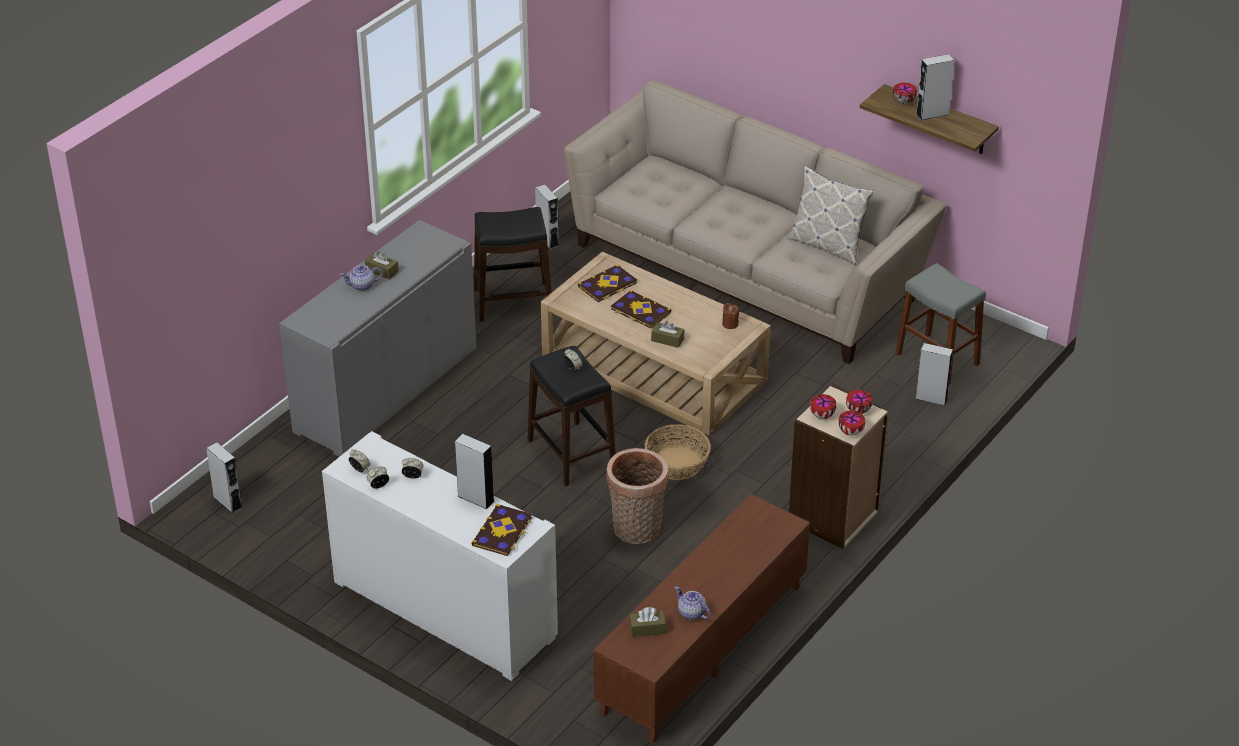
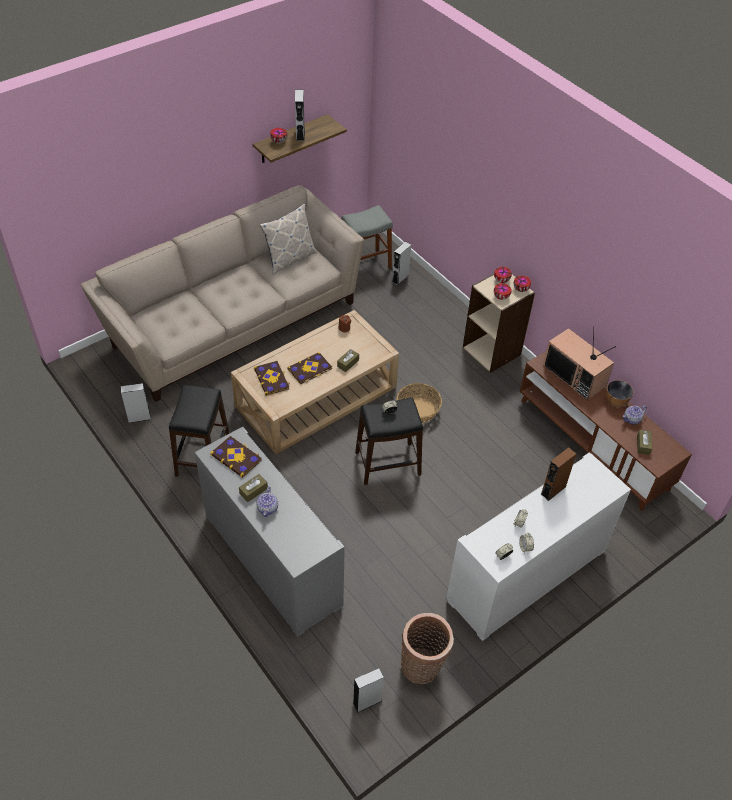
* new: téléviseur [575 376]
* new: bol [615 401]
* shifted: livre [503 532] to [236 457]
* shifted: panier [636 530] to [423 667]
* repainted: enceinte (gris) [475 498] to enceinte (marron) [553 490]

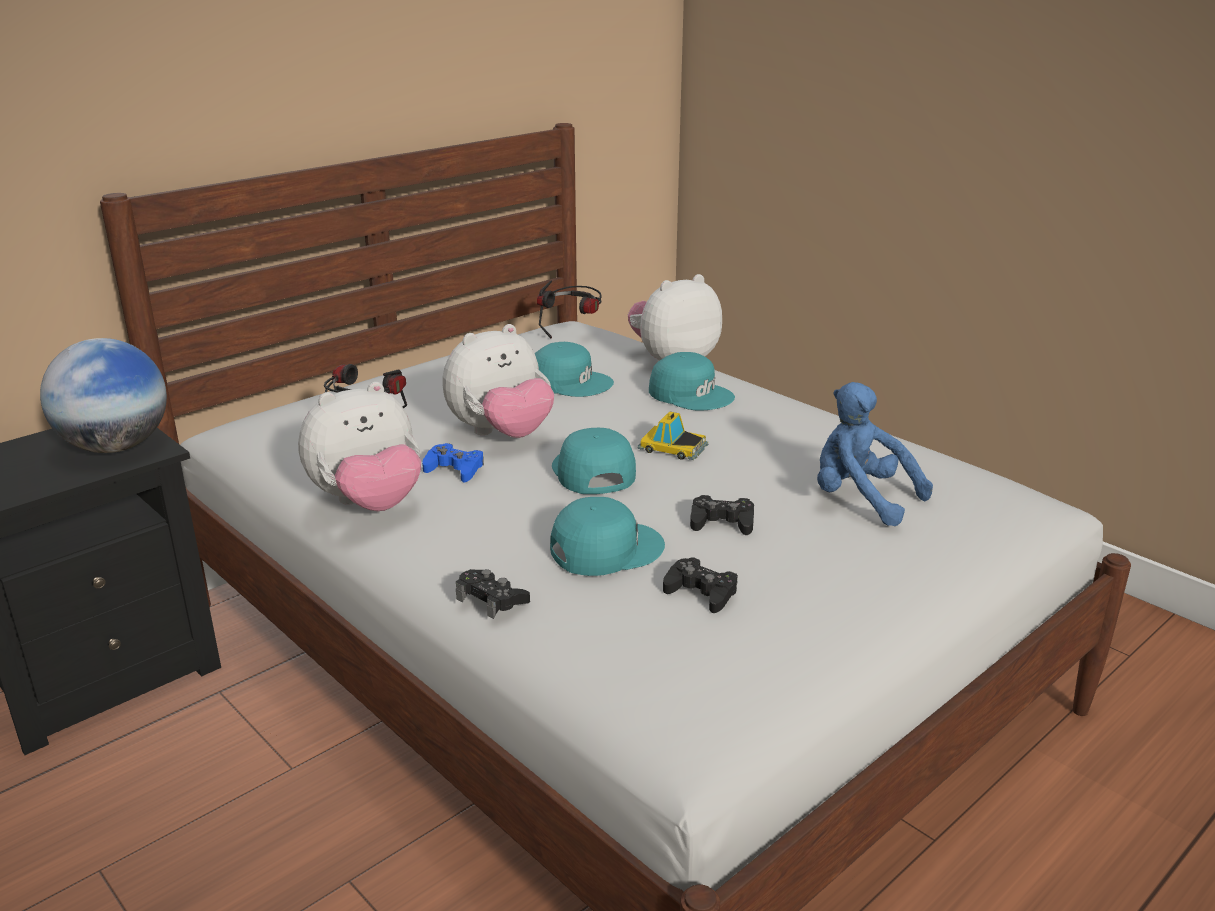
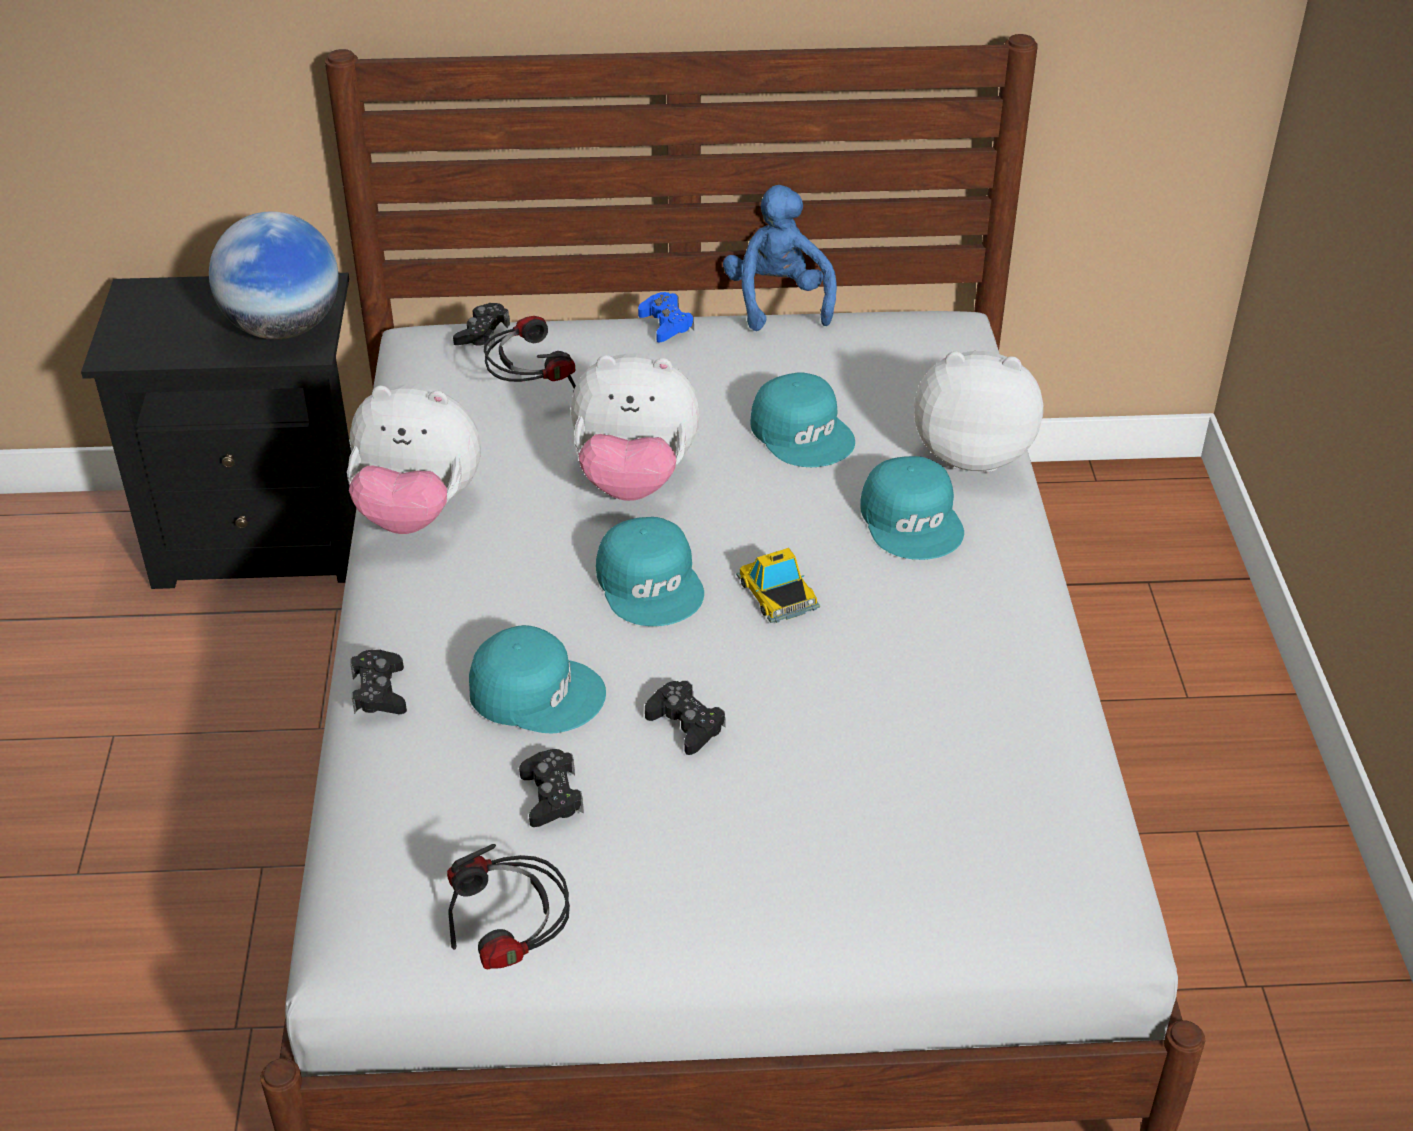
* new: manette (noir) [482 333]
* shifted: manette (bleu) [454 469] to [666 324]
* shifted: casque audio [573 331] to [514 948]
* shifted: peluche (bleu) [860 499] to [778 301]
* rotated: casquette (turquoise) [591 472] = [651 582] 135 degrees clockwise

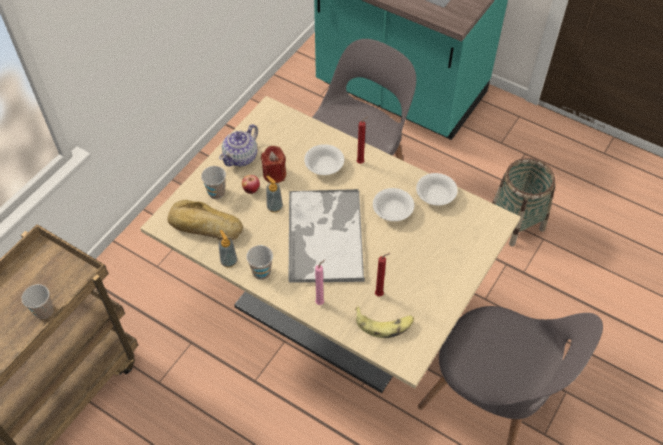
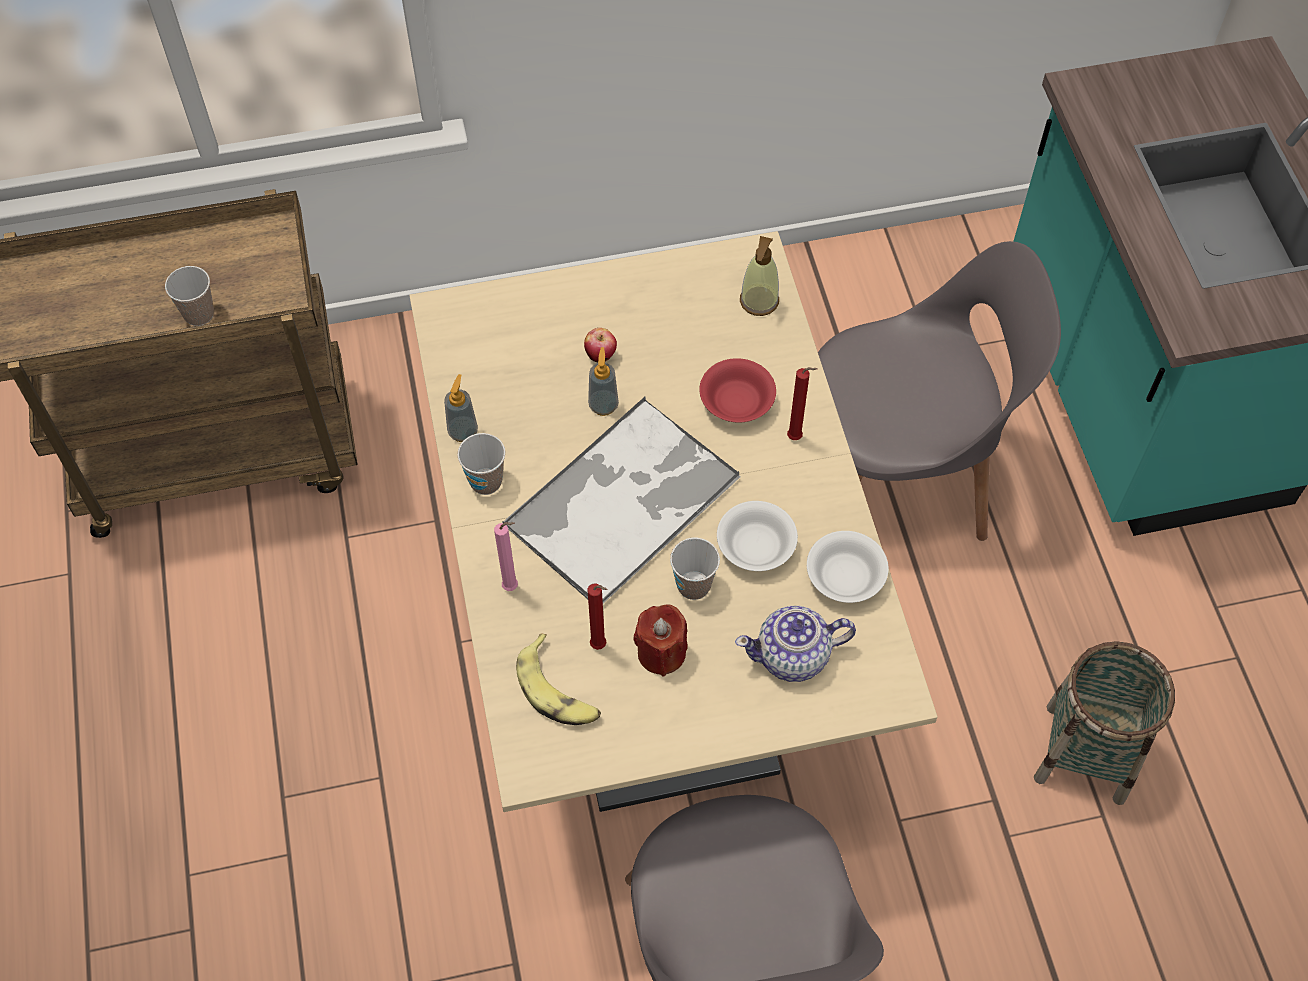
* gone: pain [205 227]
* new: distributeur de savon [759 301]
* shifted: tasse [216 193] to [693 585]
* shifted: théière [241 157] to [793 656]
* shifted: bougie (rouge) [274 174] to [661 652]
* repainted: bol (blanc) [324 166] to bol (rouge) [736 401]

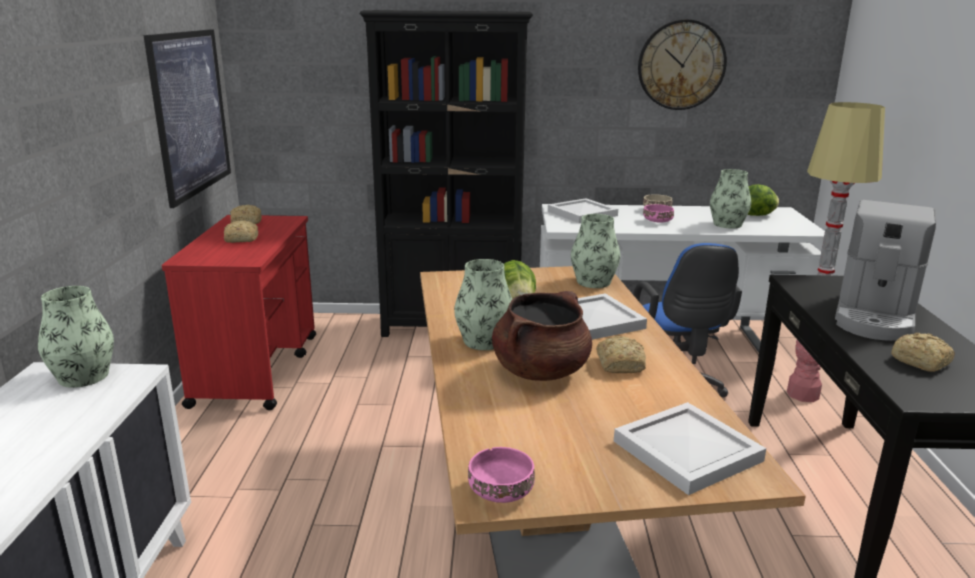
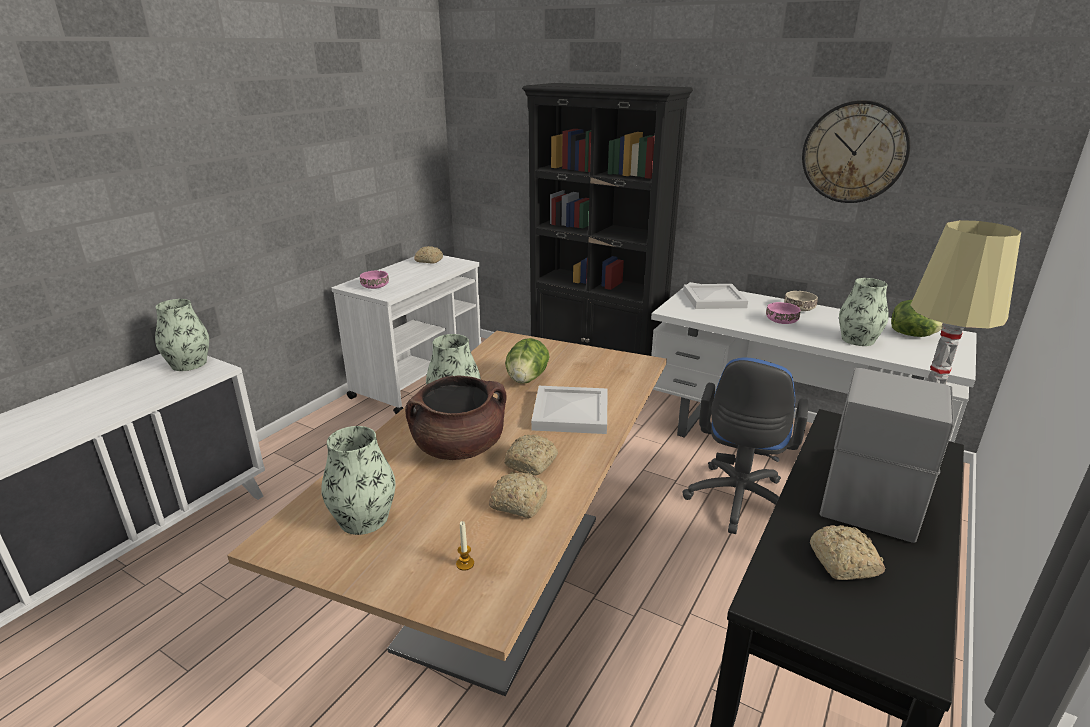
* gone: tableau [191 113]
* shifted: pain [240 239] to [518 503]
* shifted: bol (rose) [500 491] to [374 287]
* shifted: vase [593 282] to [363 518]
* swapped: plateau (blanc) [684 450] to bougie [465 564]
* repainted: chariot (rouge) [257 369] to chariot (blanc) [419 379]
* rotated: machine à café [874 317] = [870 492] 150 degrees clockwise

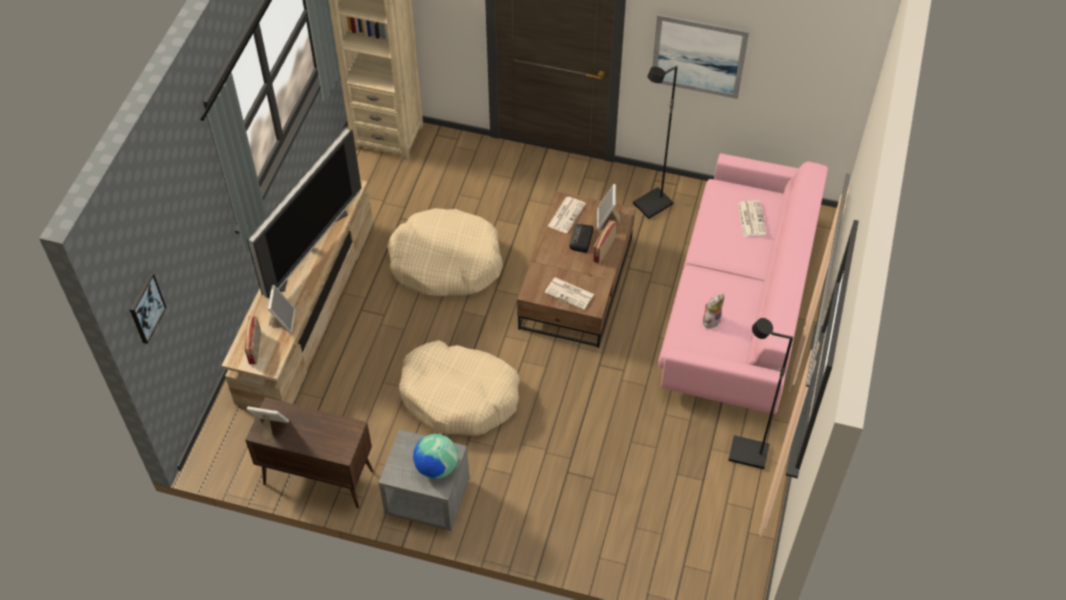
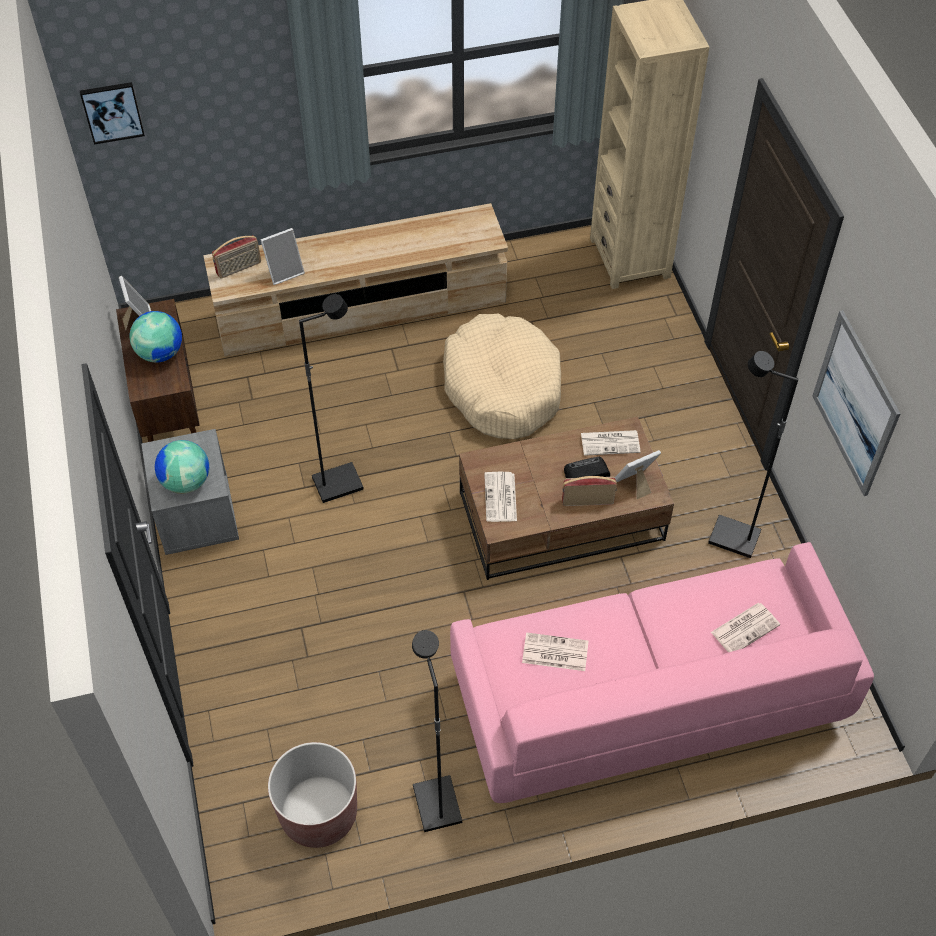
* gone: téléviseur [308 247]
* new: globe [160 353]
* new: cache-pot (marron) [318 813]
* swapped: panier pour chien (beige) [459 396] to lampadaire (noir) [338 483]
* swapped: peluche [711 320] to journal [554 652]

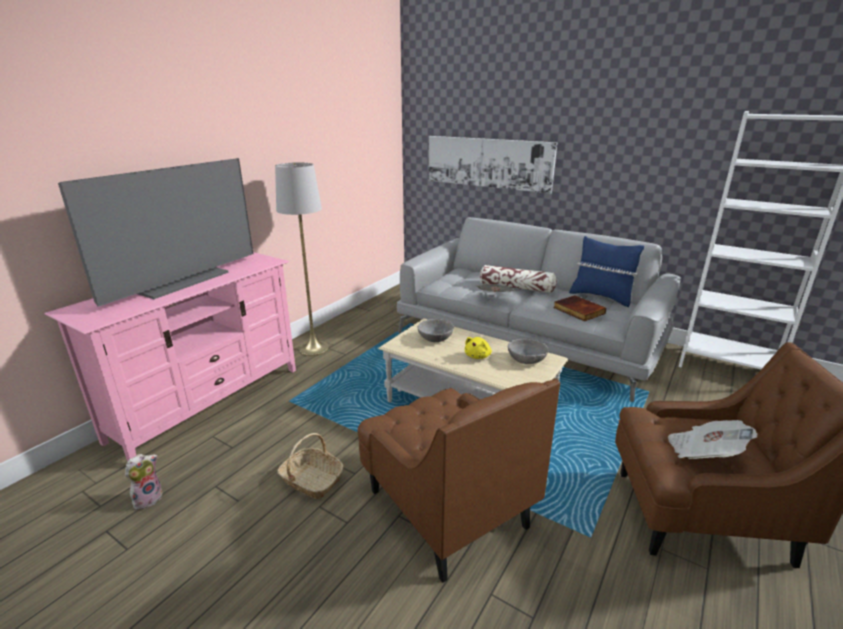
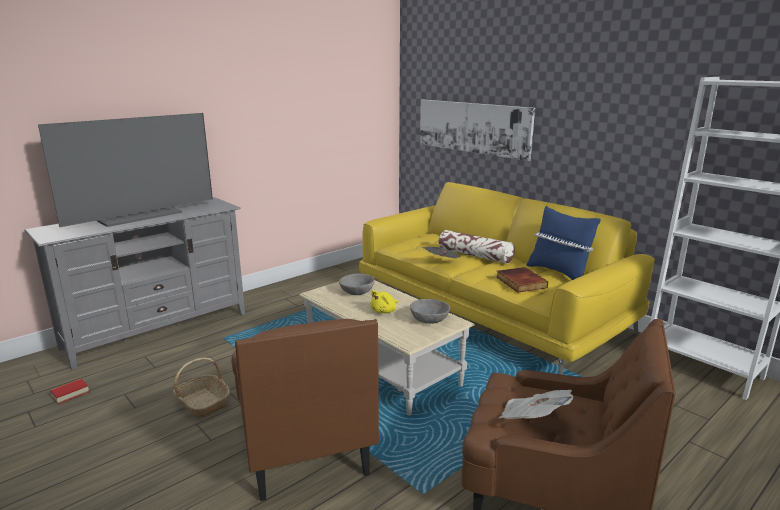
* gone: lampadaire (gris) [314 348]
* swapped: peluche [148 498] to livre [70 394]
* repainted: meuble télé (rose) [209 402] to meuble télé (gris) [157 330]
* repainted: canapé (gris) [528 338] to canapé (jaune) [489 312]

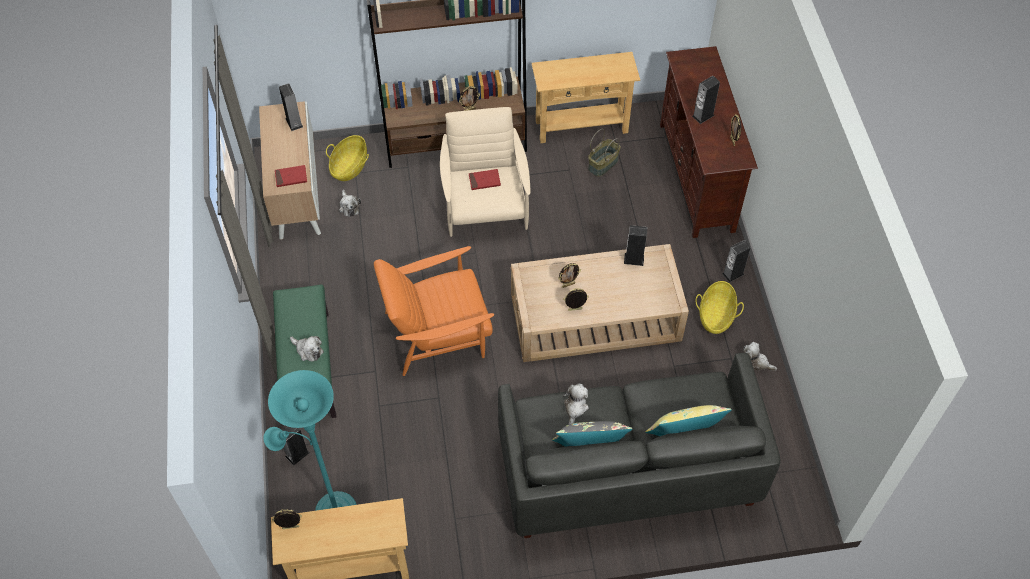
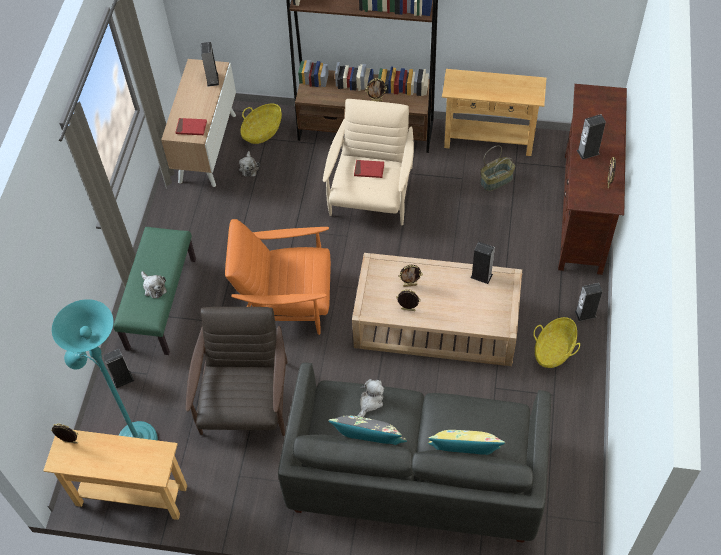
* gone: peluche [756 362]
* new: fauteuil (marron) [245 401]

